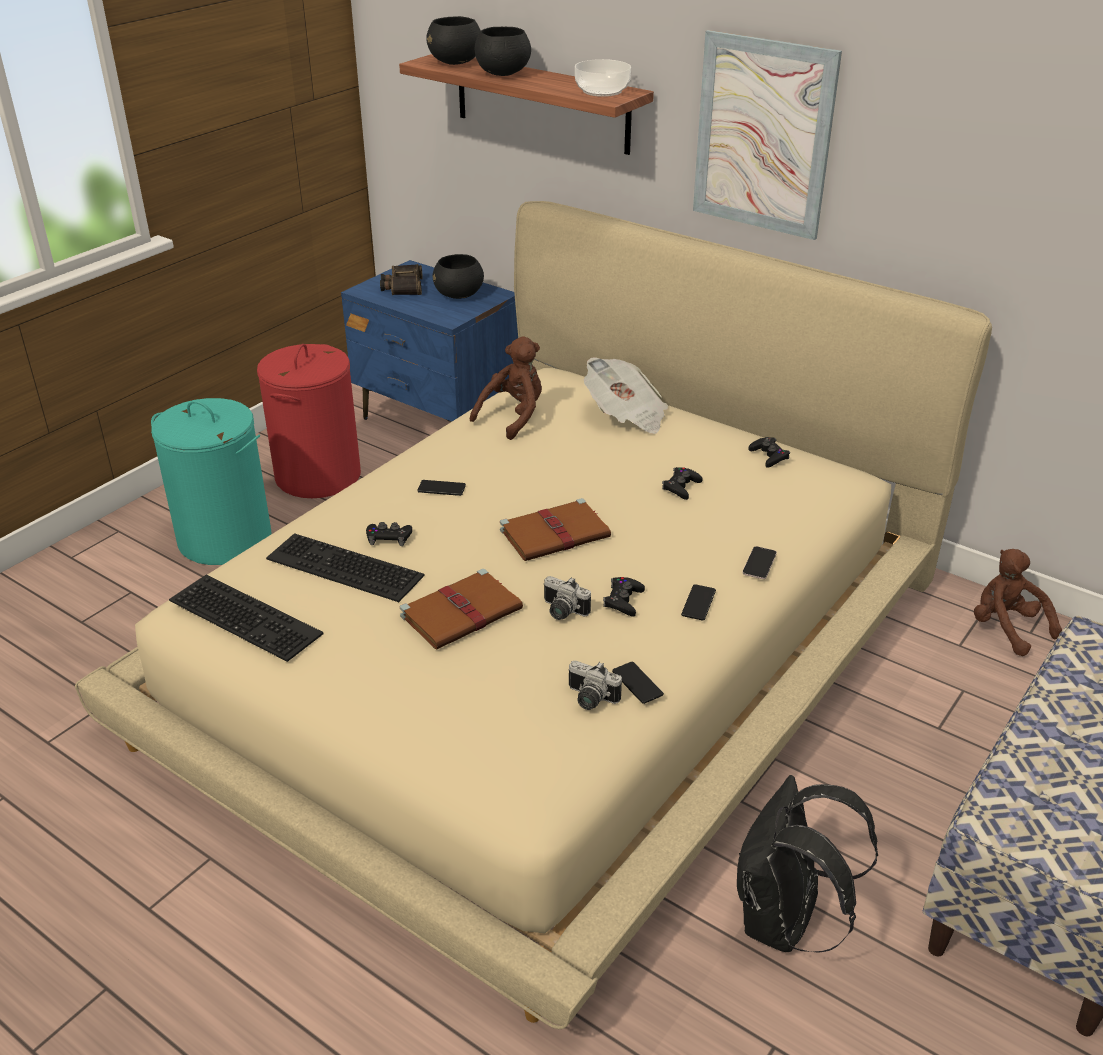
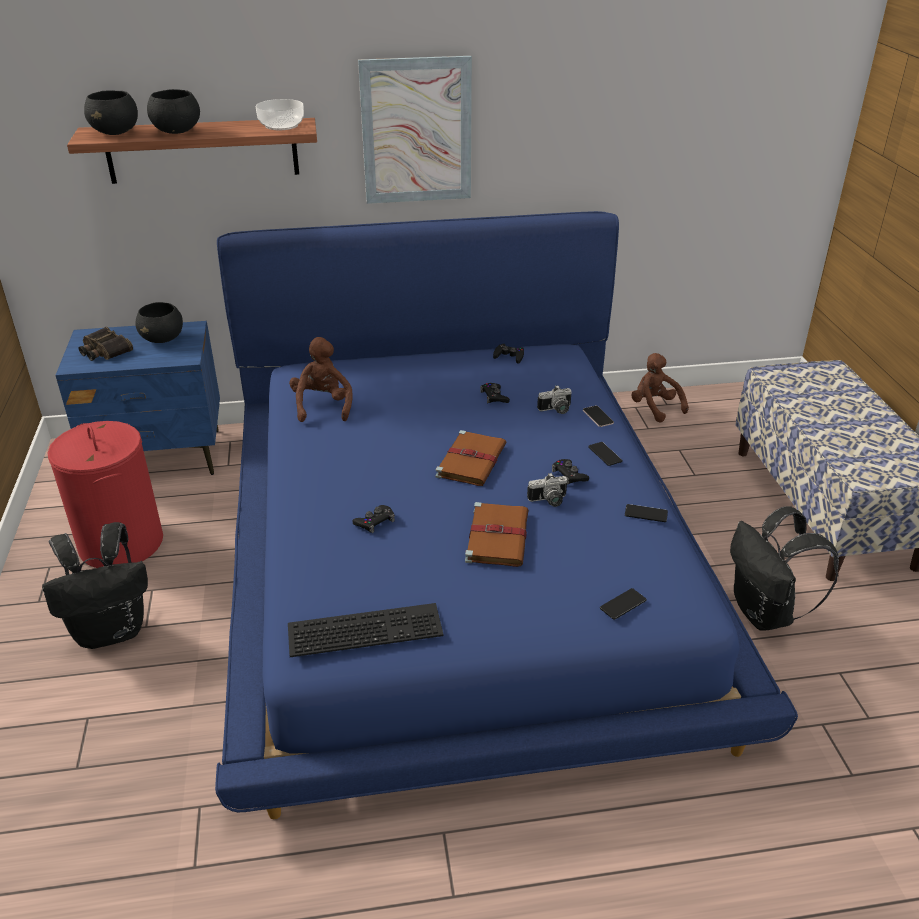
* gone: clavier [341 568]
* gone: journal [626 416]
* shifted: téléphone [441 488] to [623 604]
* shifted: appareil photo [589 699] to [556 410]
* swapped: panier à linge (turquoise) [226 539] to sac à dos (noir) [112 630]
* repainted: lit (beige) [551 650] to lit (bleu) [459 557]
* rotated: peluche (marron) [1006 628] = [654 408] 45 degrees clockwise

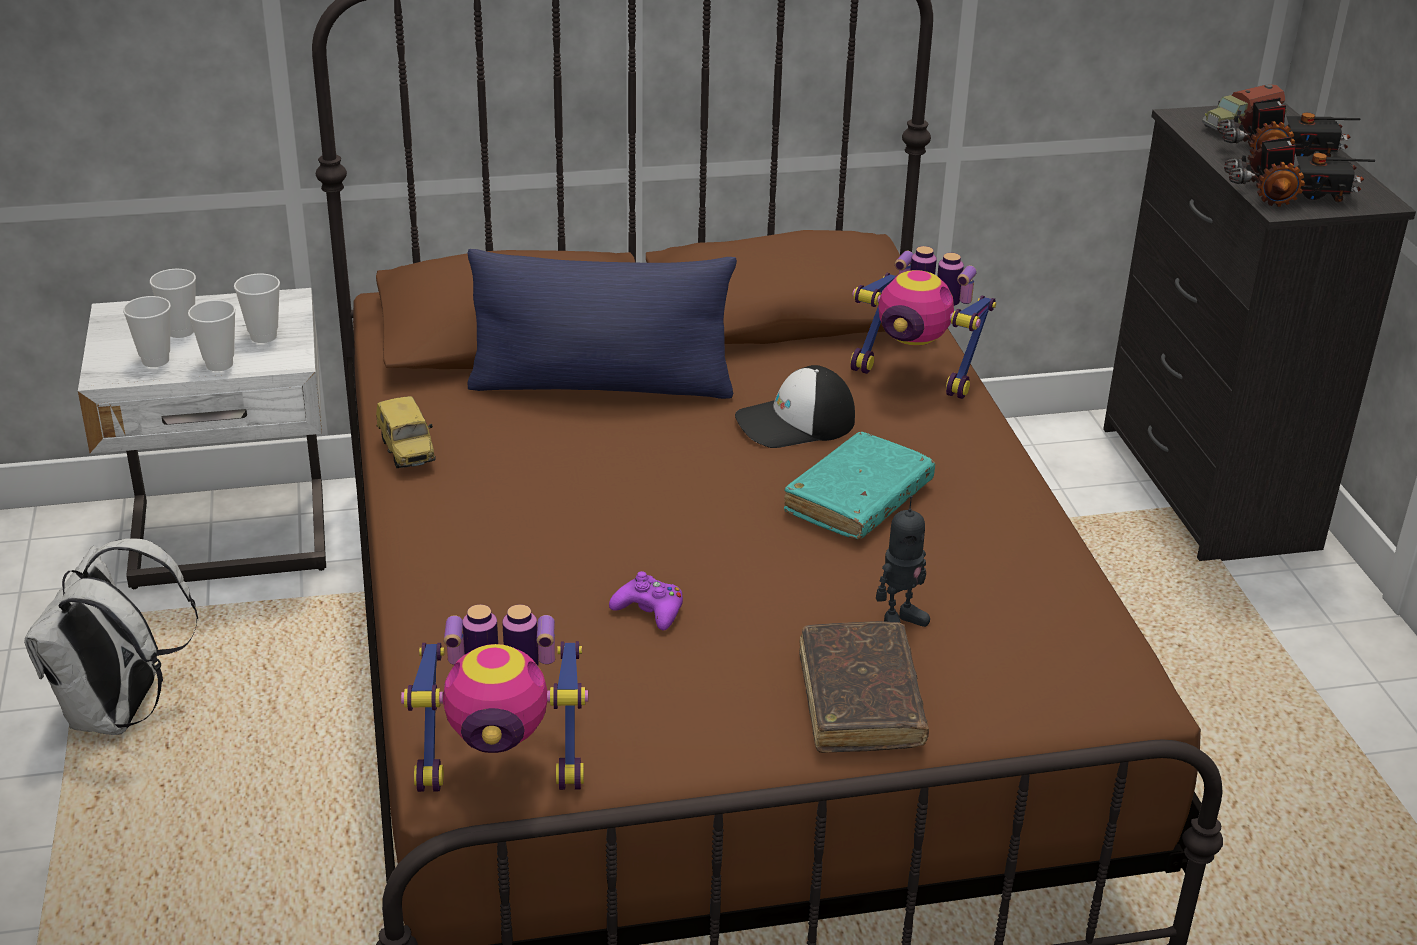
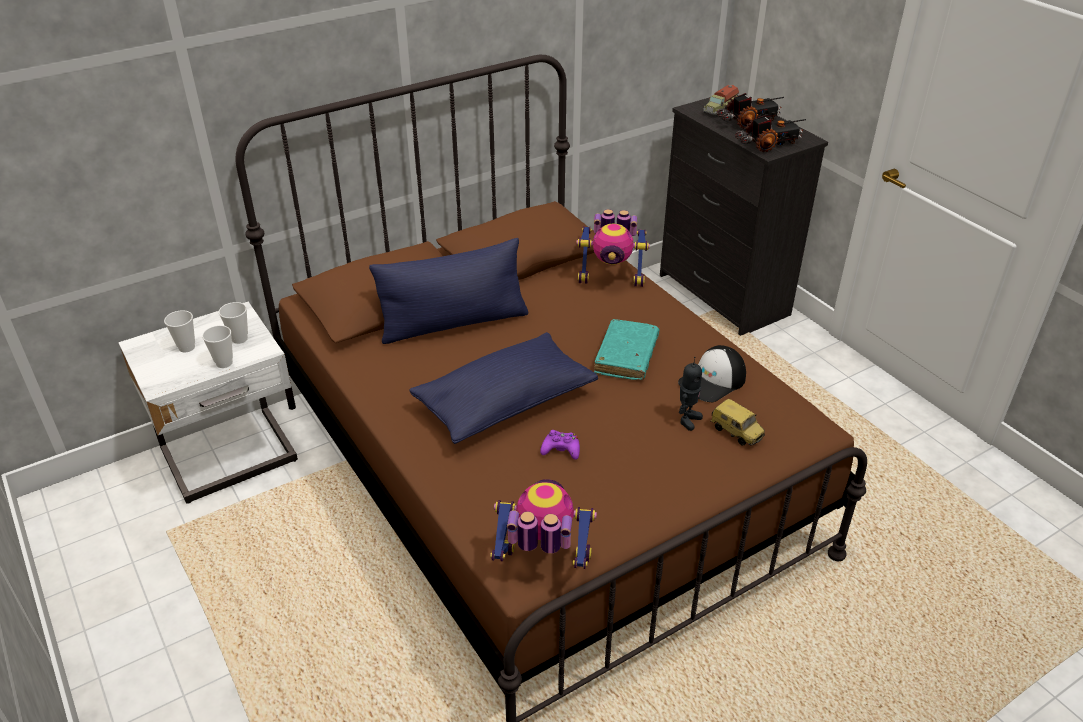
* gone: sac à dos (blanc) [119 713]
* gone: tasse [155 360]
* gone: livre (marron) [860 701]
* new: coussin (bleu) [505 403]
* shifted: petite voiture [408 452] to [737 432]
* shifted: casquette [795 423] to [713 381]
* rotated: robot jouet [502 769] = [542 565] 150 degrees counterclockwise

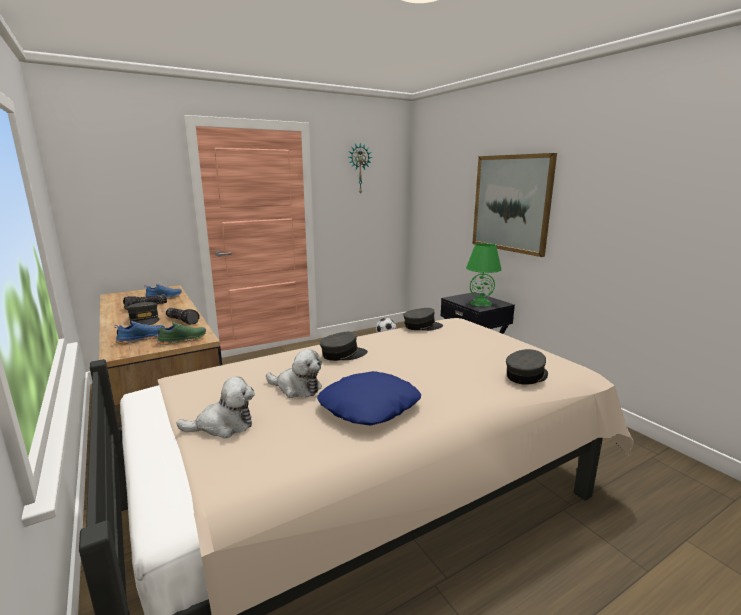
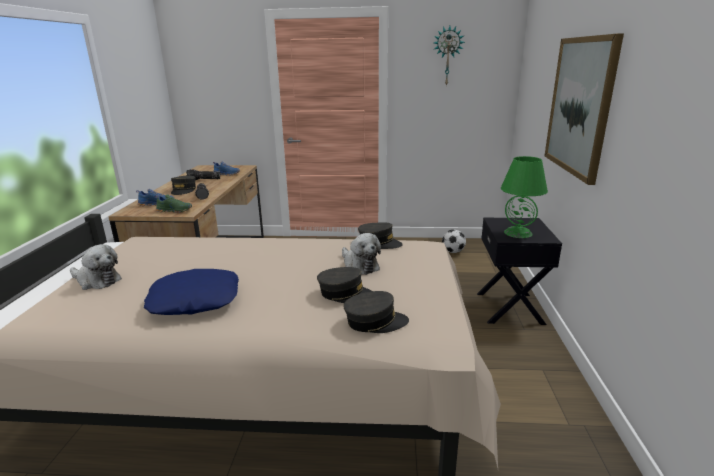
* shifted: peluche [297 388] to [359 265]
* shifted: casquette (gris) [343 354] to [345 294]

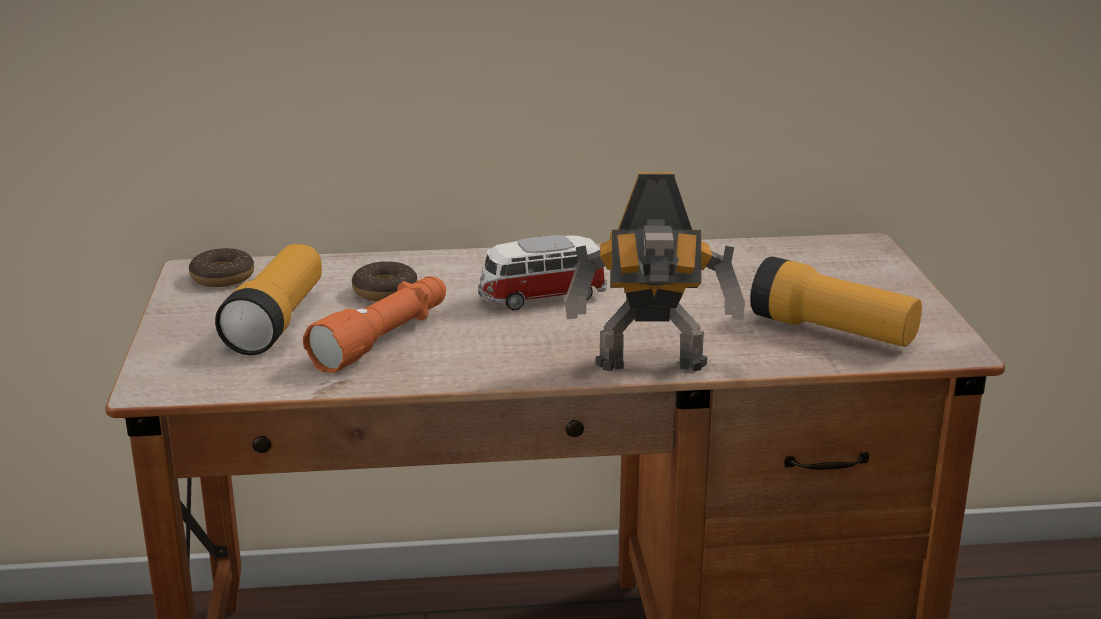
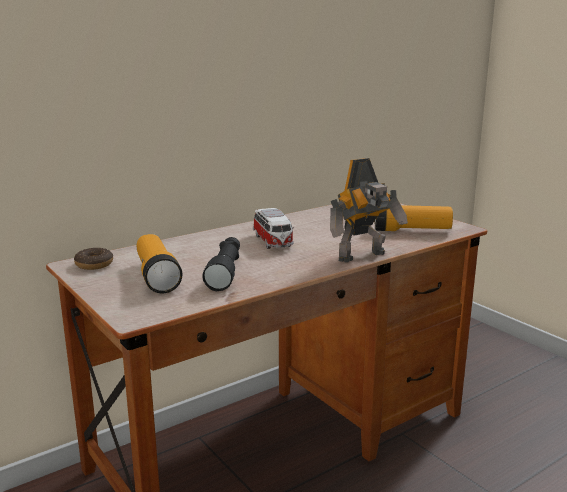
* gone: beignet [385 291]
* repainted: lampe de poche (orange) [384 339] to lampe de poche (noir) [225 272]
* rotated: petite voiture [541 297] = [273 242] 60 degrees counterclockwise

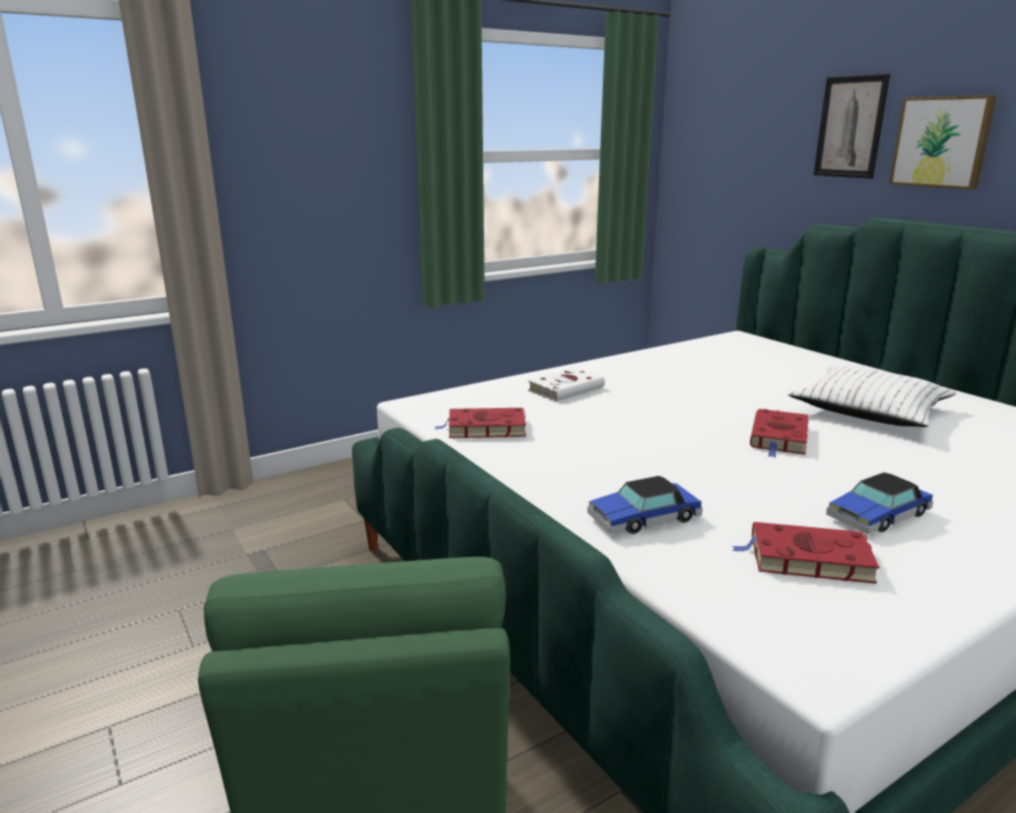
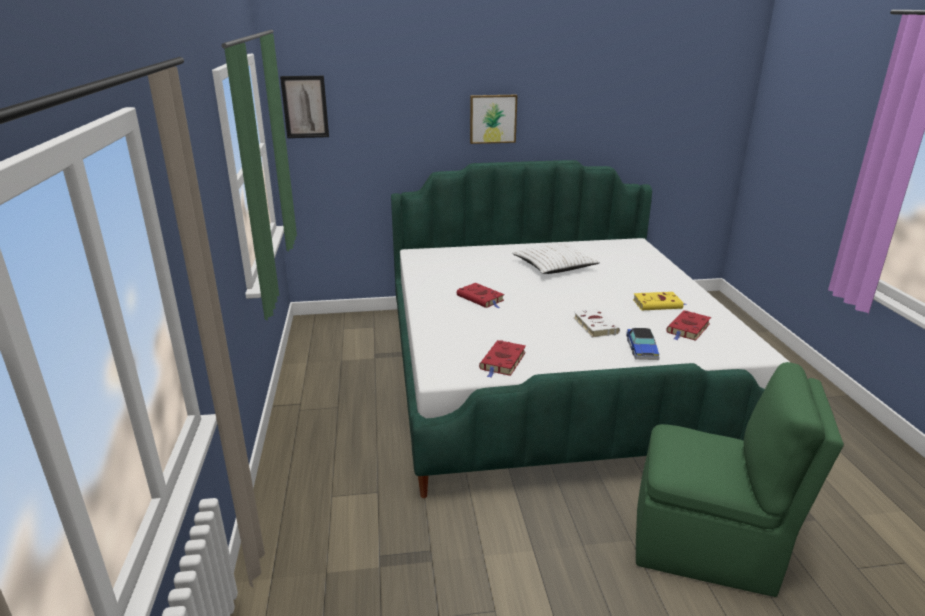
* shifted: livre (blanc) [567 389] to [594 325]
* shifted: livre (rouge) [779 438] to [481 298]
* shifted: tableau [850 127] to [305 107]
* swapped: petite voiture [878 516] to livre (jaune) [658 304]

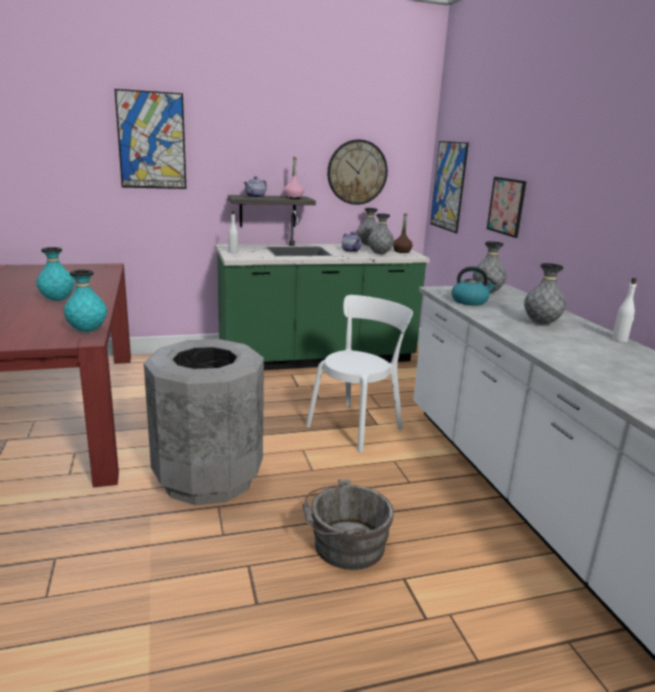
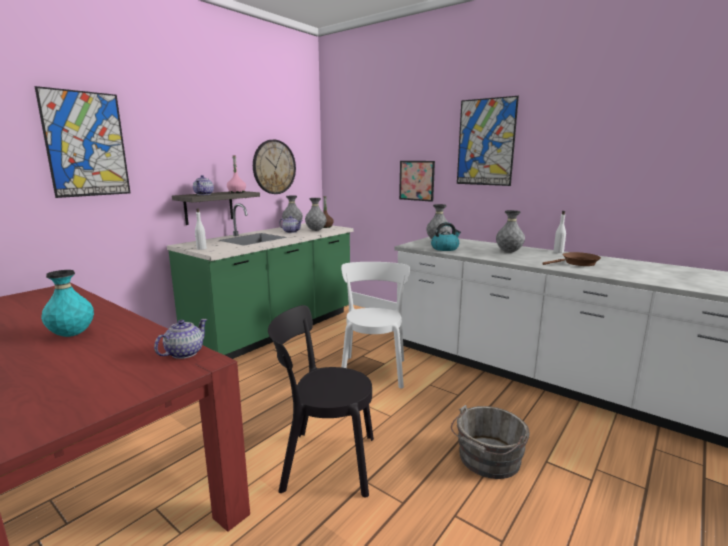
* new: poêle (marron) [577 263]
* shifted: tableau [448 186] to [486 142]
* swapped: vase (turquoise) [87 330] to théière [184 353]
* swapped: poubelle (gris) [208 477] to chaise (noir) [324 462]

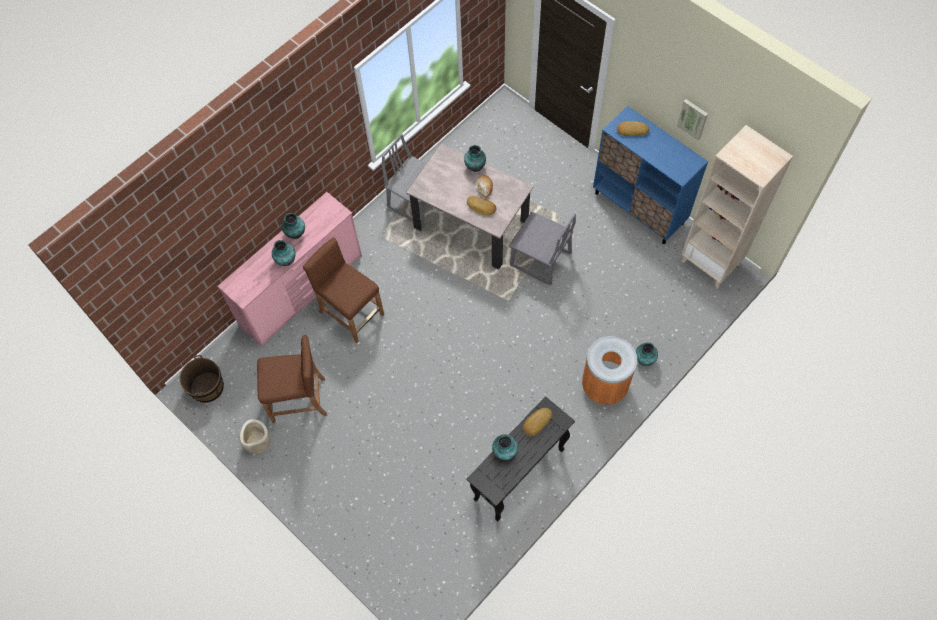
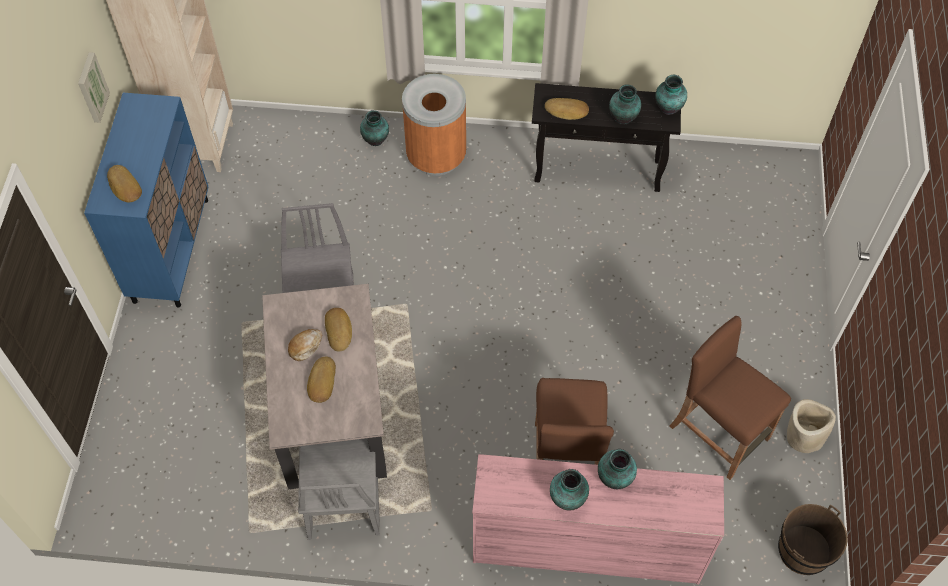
* new: pain [321 381]
* shifted: vase [475 166] to [668 108]

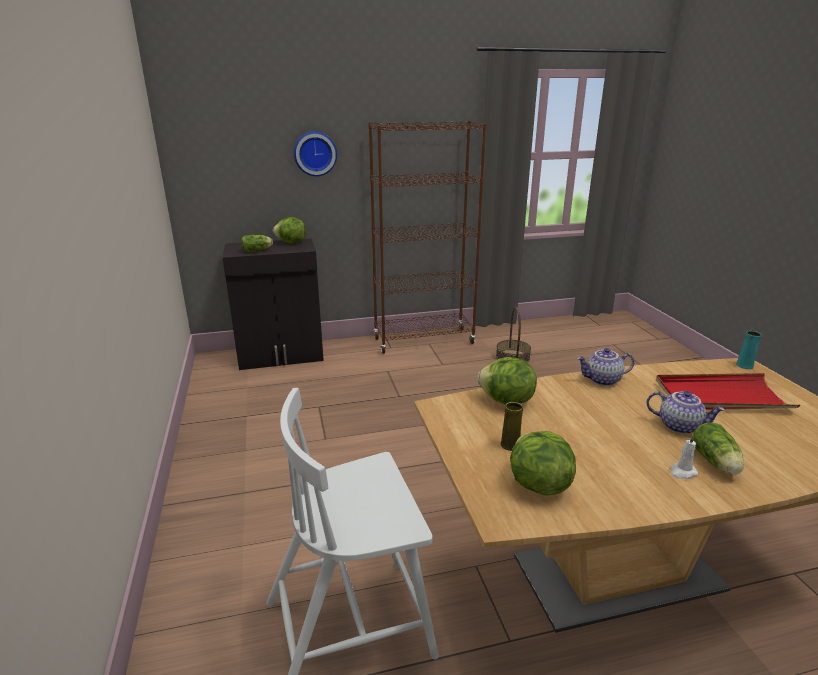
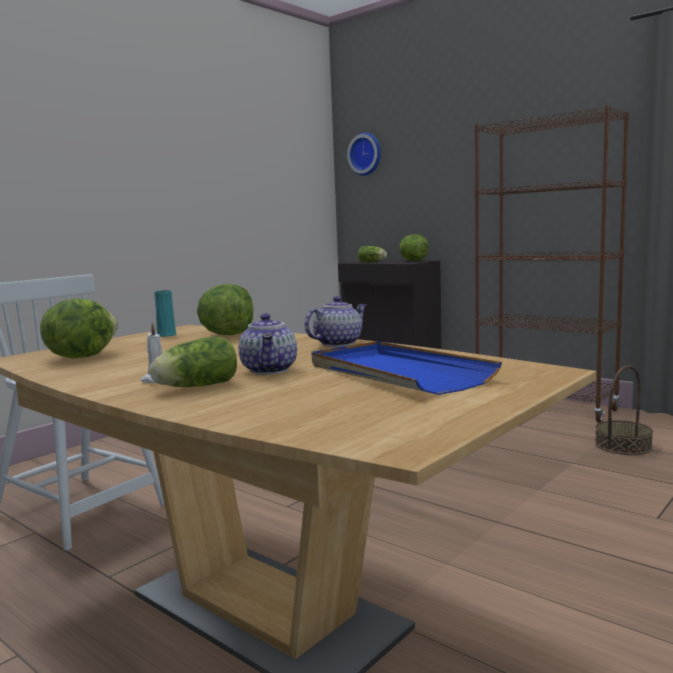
* gone: vase (jaune) [510 445]
* shifted: horloge murale [315 153] to [366 154]
* shifted: vase (turquoise) [744 365] to [166 335]
* repainted: plateau (rouge) [721 396] to plateau (bleu) [396 373]
* rotated: théière [602 380] = [337 343] 90 degrees clockwise

